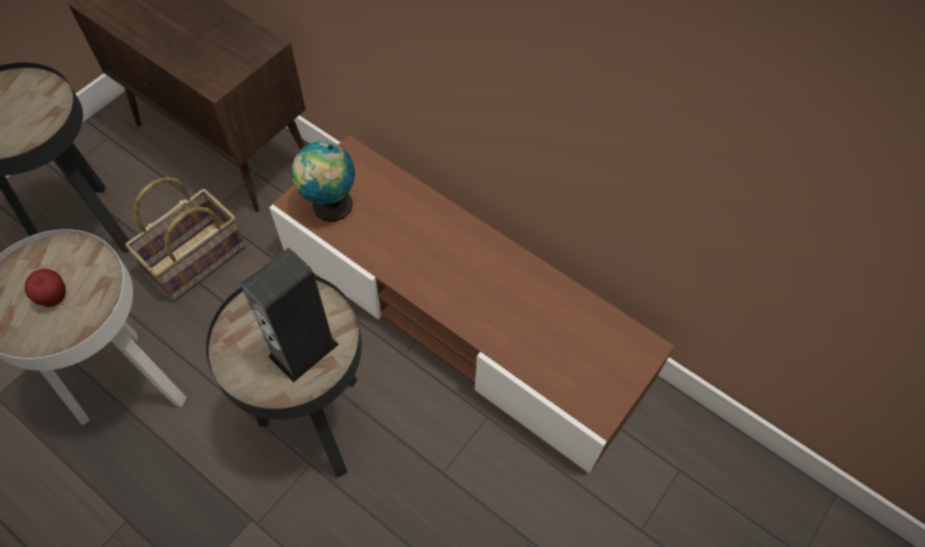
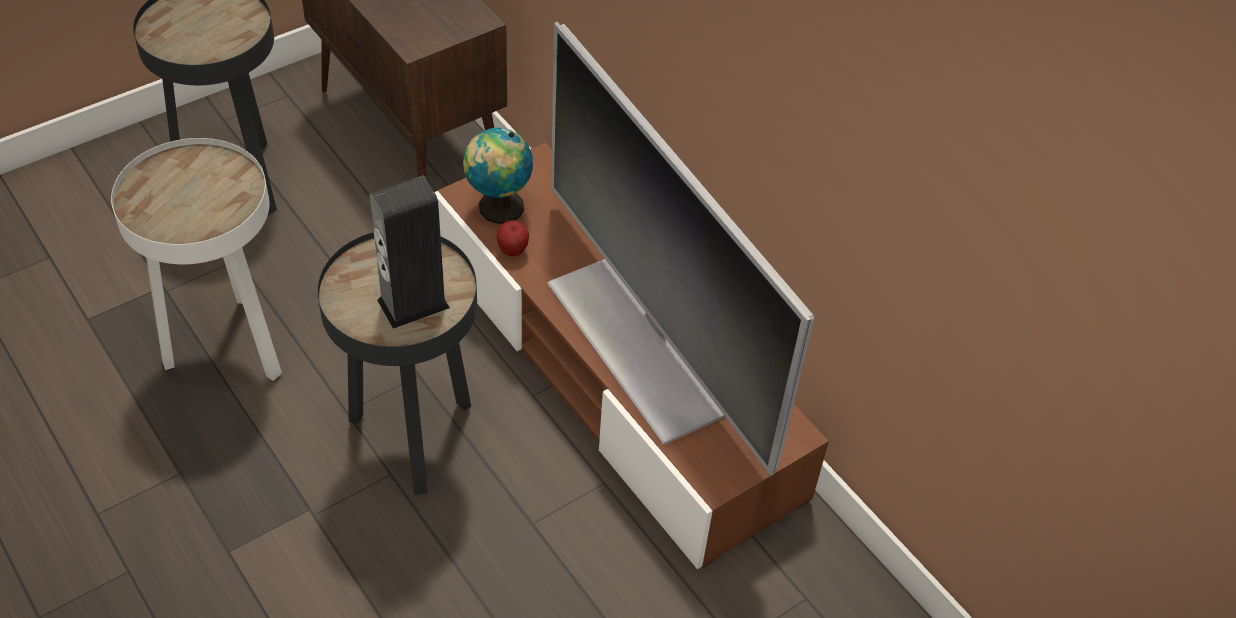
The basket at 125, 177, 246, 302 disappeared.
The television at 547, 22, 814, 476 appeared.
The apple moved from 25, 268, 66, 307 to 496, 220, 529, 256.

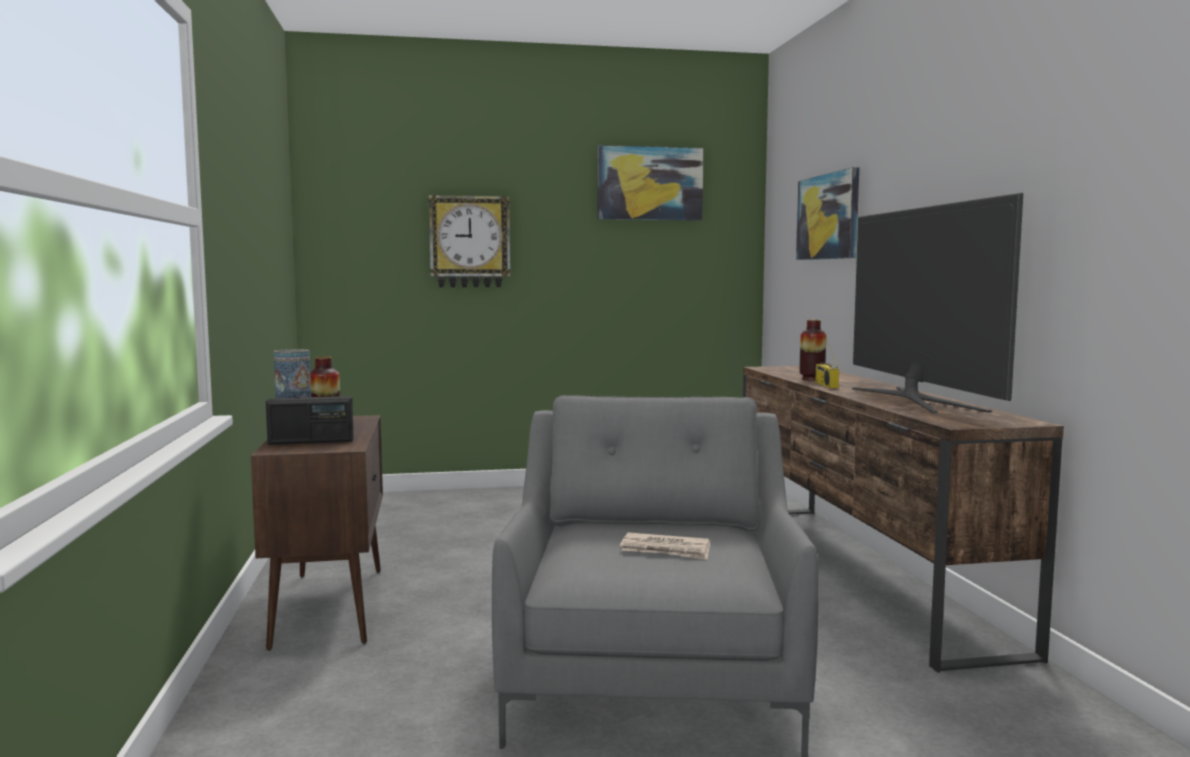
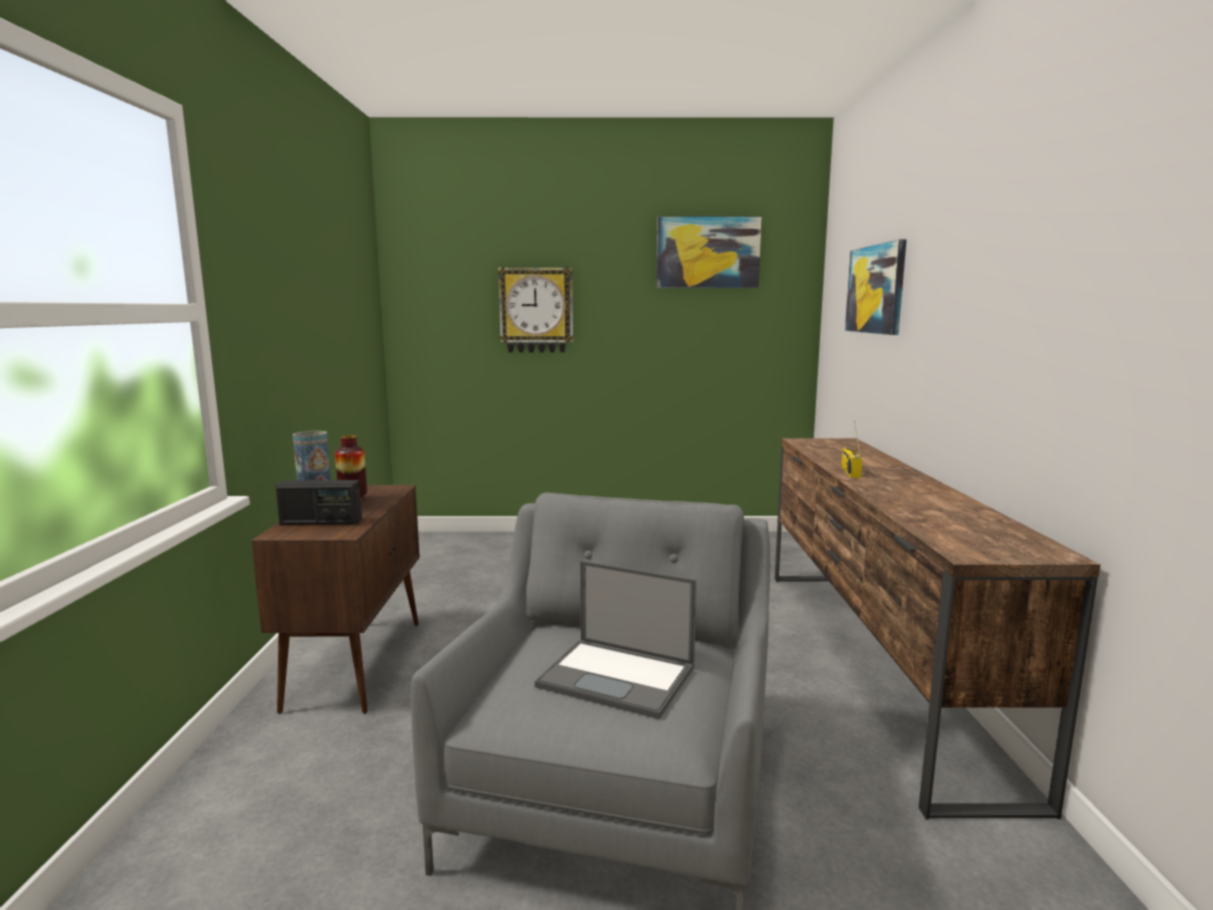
The vase at 799, 320, 826, 381 disappeared.
The television at 852, 193, 1024, 413 disappeared.
The newspaper at 620, 532, 710, 560 was replaced by the laptop at 535, 561, 697, 719.

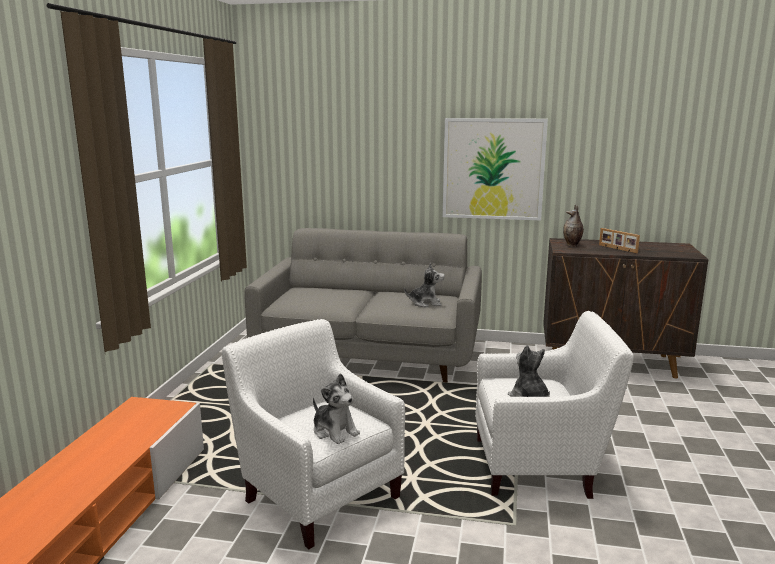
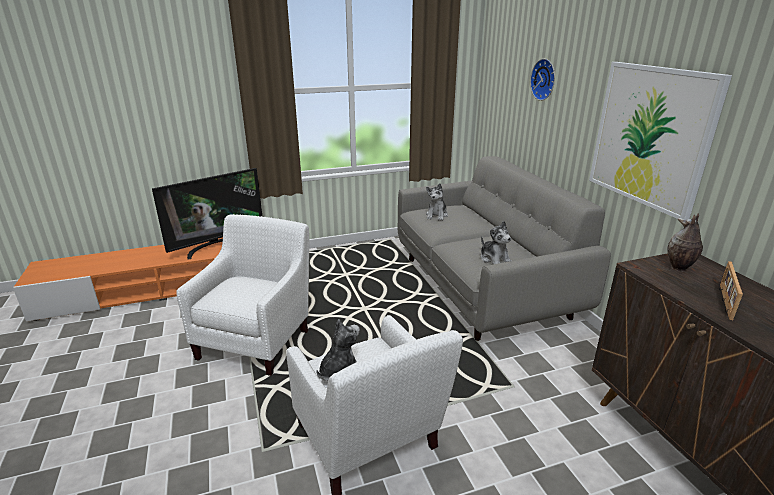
The television at 152, 168, 263, 260 appeared.
The wall clock at 530, 59, 555, 101 appeared.
The plush toy moved from 313, 373, 360, 444 to 426, 183, 448, 221.

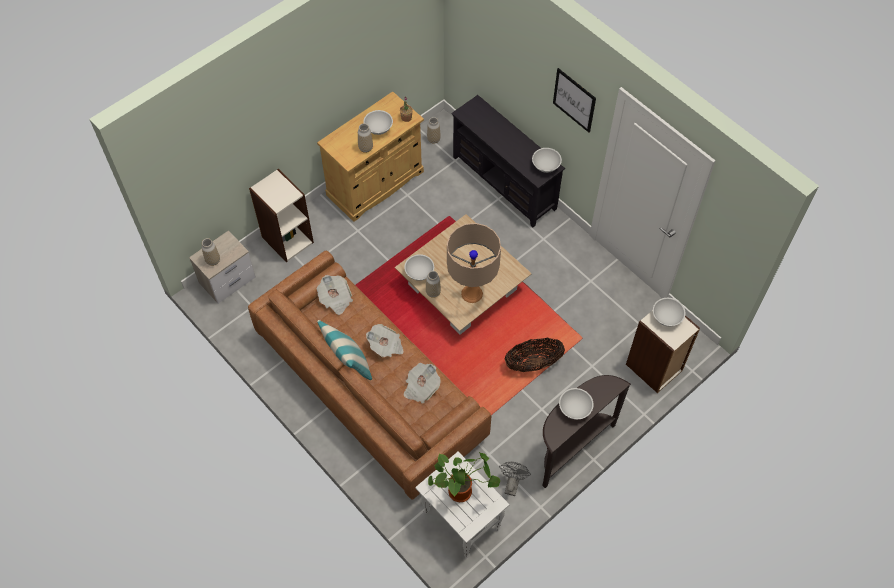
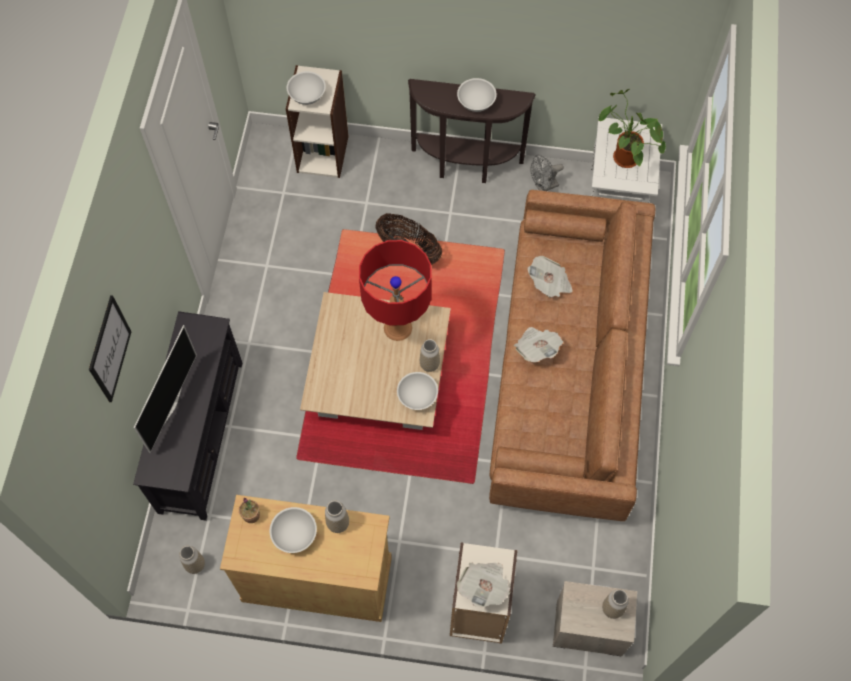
The pillow at 317, 320, 372, 380 disappeared.
The white bowl at 532, 148, 562, 173 disappeared.
The television at 134, 325, 197, 453 appeared.
The newspaper moved from 317, 275, 353, 315 to 457, 563, 510, 607.
The picture moved from 553, 68, 596, 133 to 89, 295, 132, 402.
The beige table lamp at 447, 223, 501, 303 became the red table lamp at 359, 240, 432, 341.

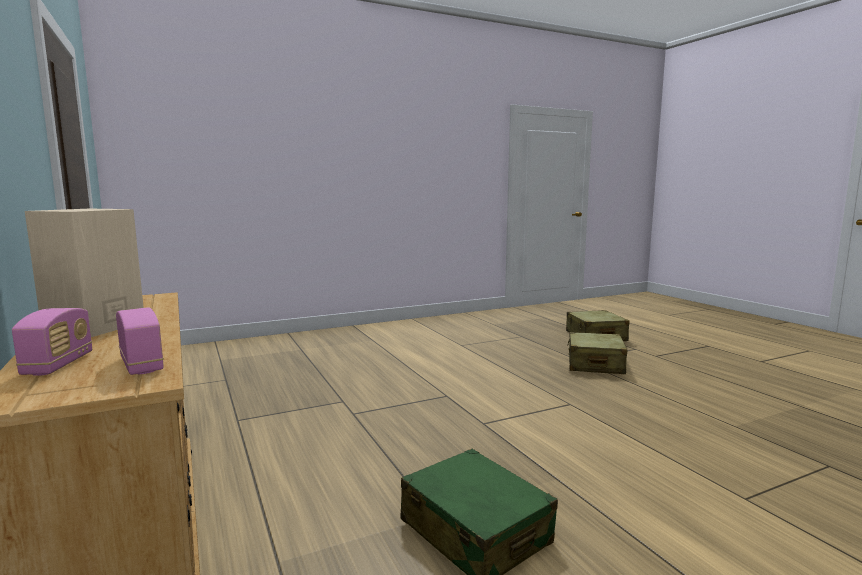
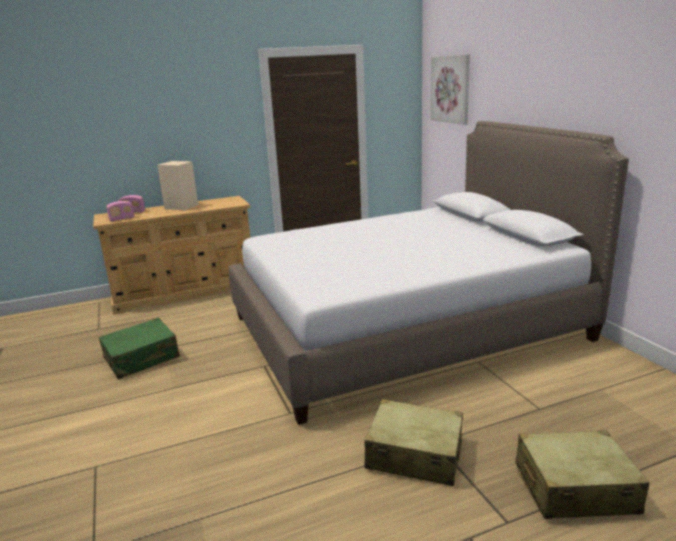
The bed at 228, 121, 629, 425 appeared.
The picture at 430, 54, 470, 125 appeared.

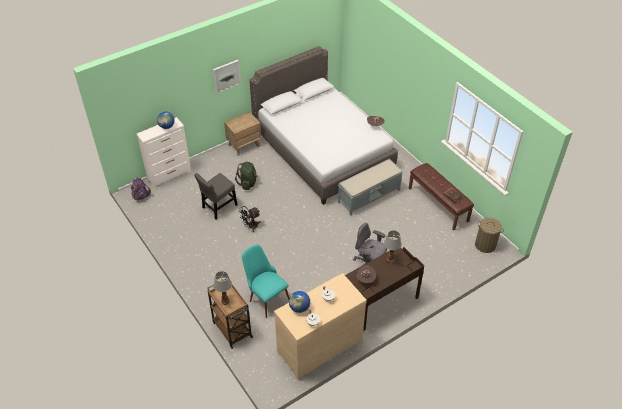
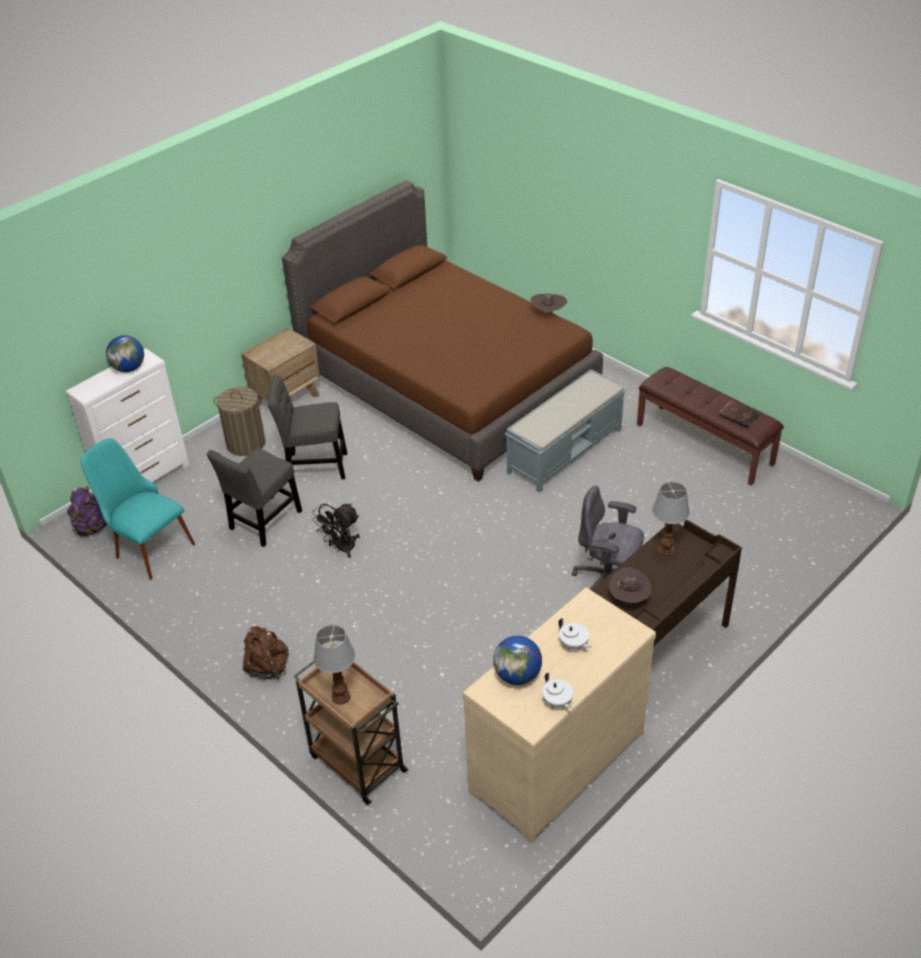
The picture at 213, 60, 241, 93 disappeared.
The brown backpack at 243, 626, 289, 679 appeared.
The turquoise chair moved from 242, 244, 289, 318 to 81, 438, 195, 580.
The laundry basket moved from 475, 217, 504, 253 to 214, 387, 266, 456.
The green backpack at 235, 162, 258, 190 was replaced by the grey chair at 268, 374, 347, 482.
The grey bed at 249, 46, 398, 205 became the brown bed at 282, 180, 603, 482.

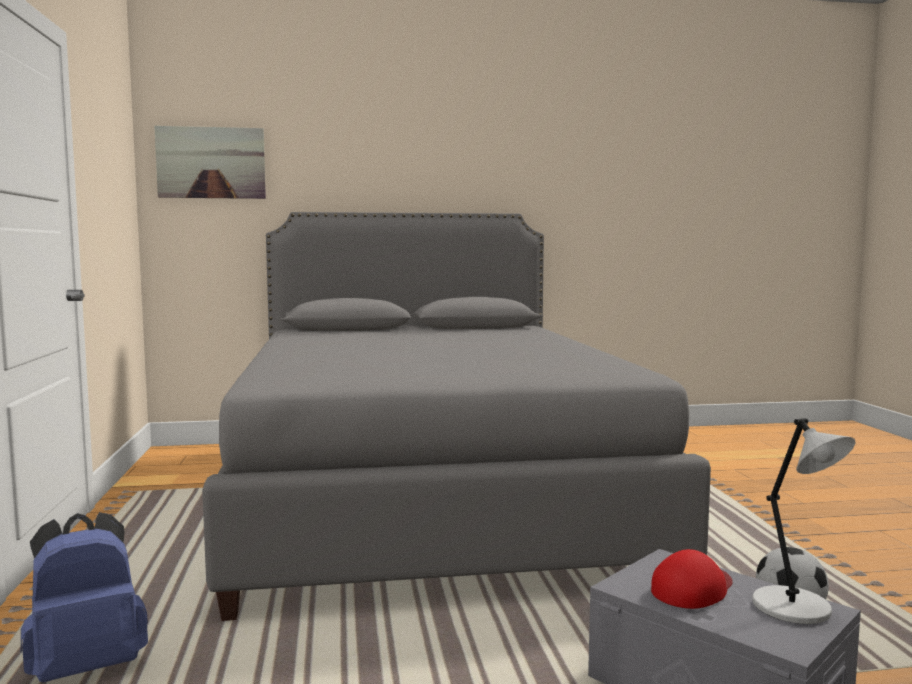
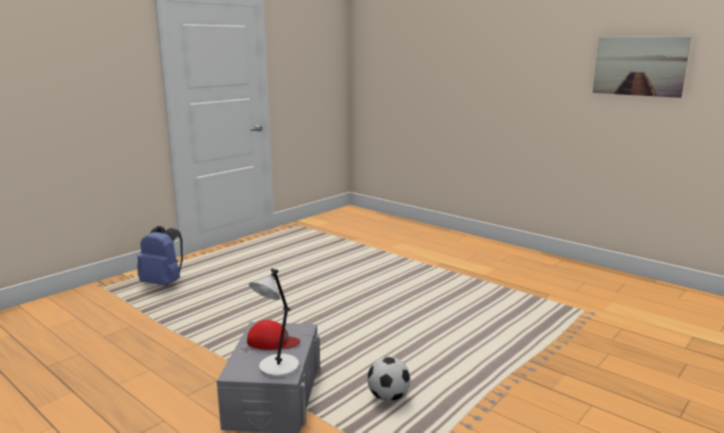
The grey bed at 202, 212, 711, 621 disappeared.
The picture moved from 154, 126, 266, 199 to 593, 37, 691, 98.

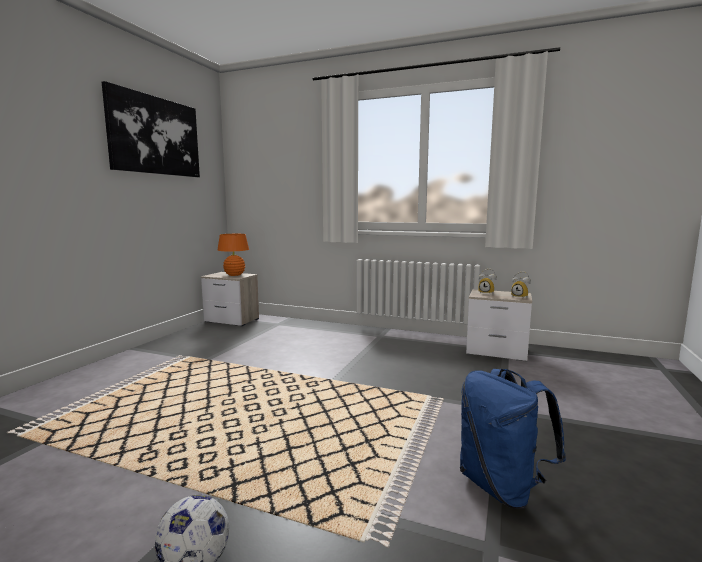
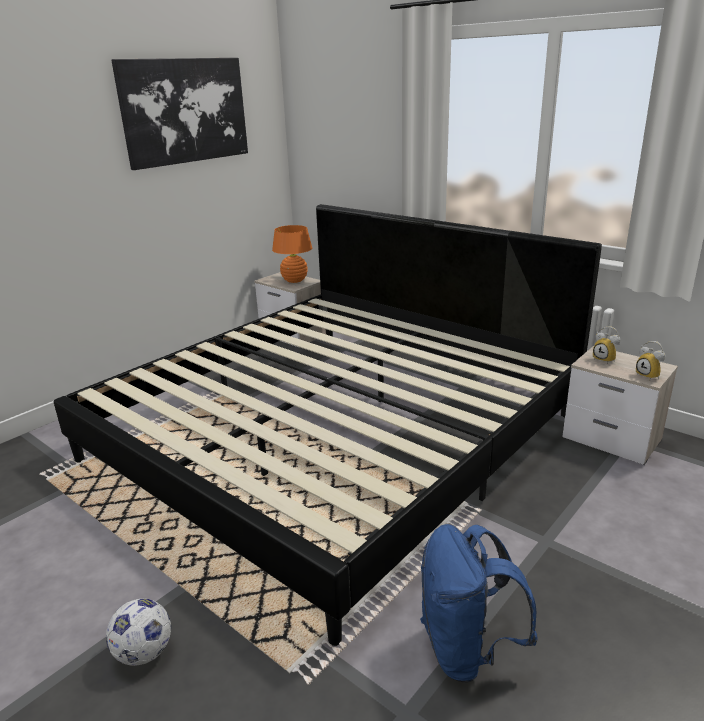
The bed at 54, 204, 602, 646 appeared.

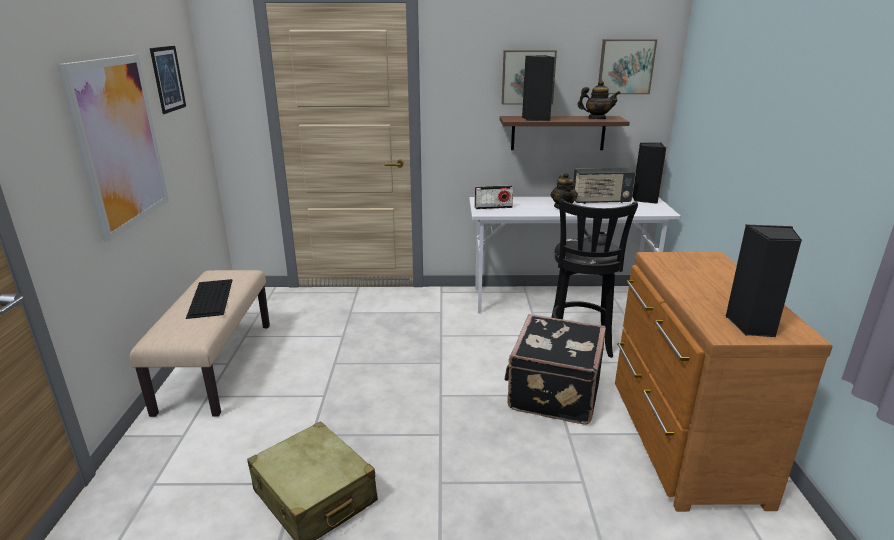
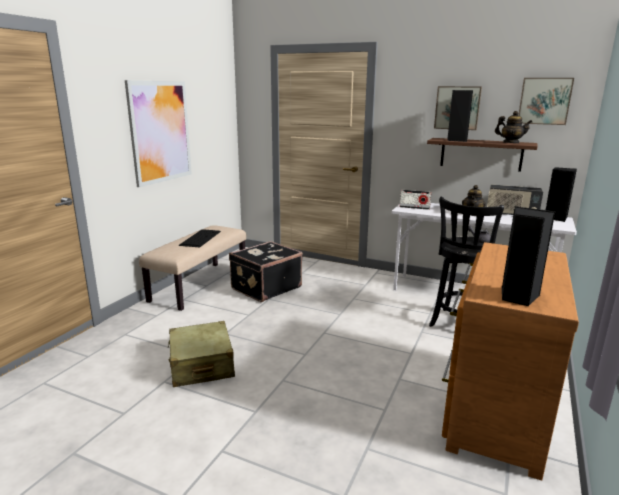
The picture at 150, 46, 186, 114 disappeared.
The black suitcase moved from 505, 314, 606, 425 to 229, 241, 303, 302.

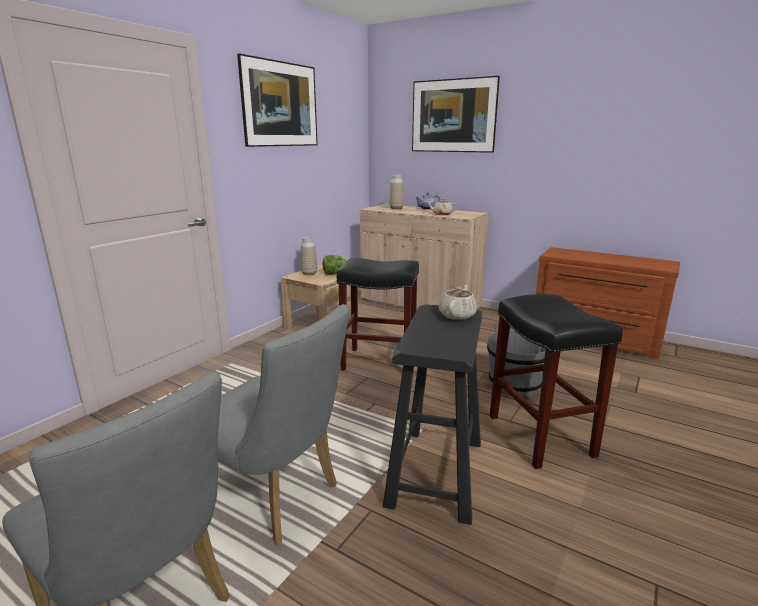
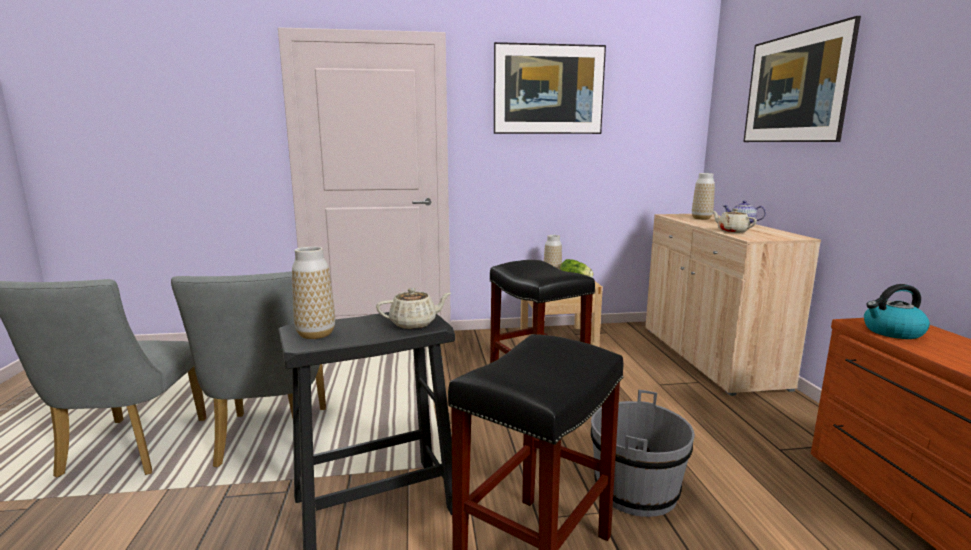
The vase at 292, 246, 335, 339 appeared.
The kettle at 864, 284, 930, 339 appeared.

